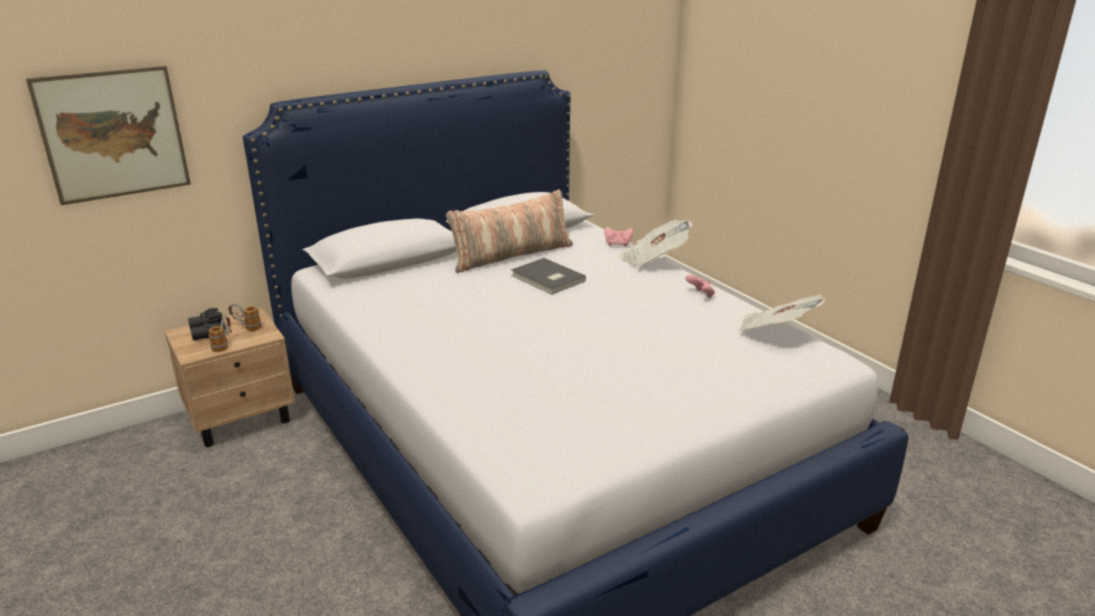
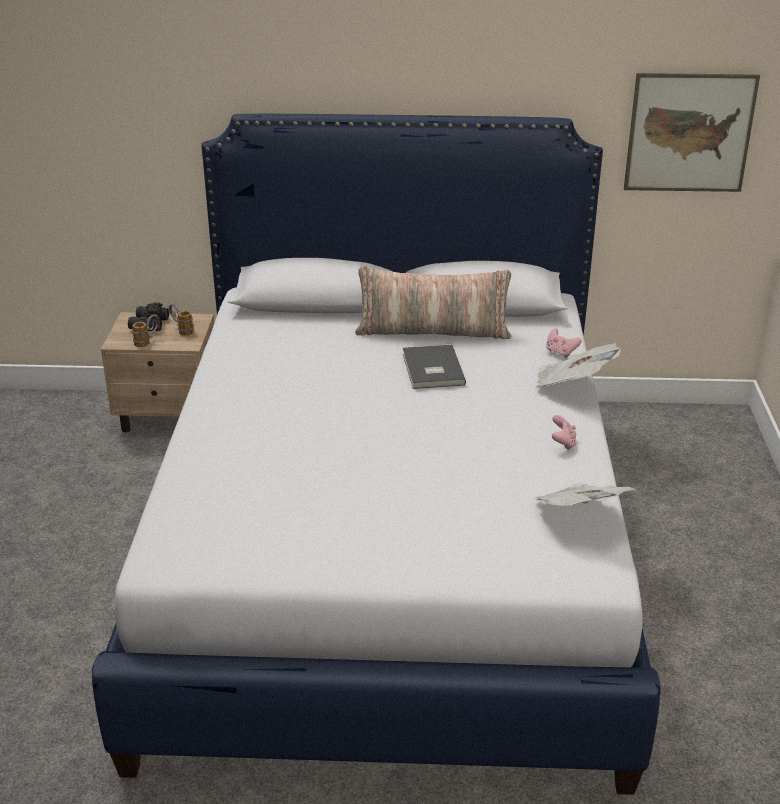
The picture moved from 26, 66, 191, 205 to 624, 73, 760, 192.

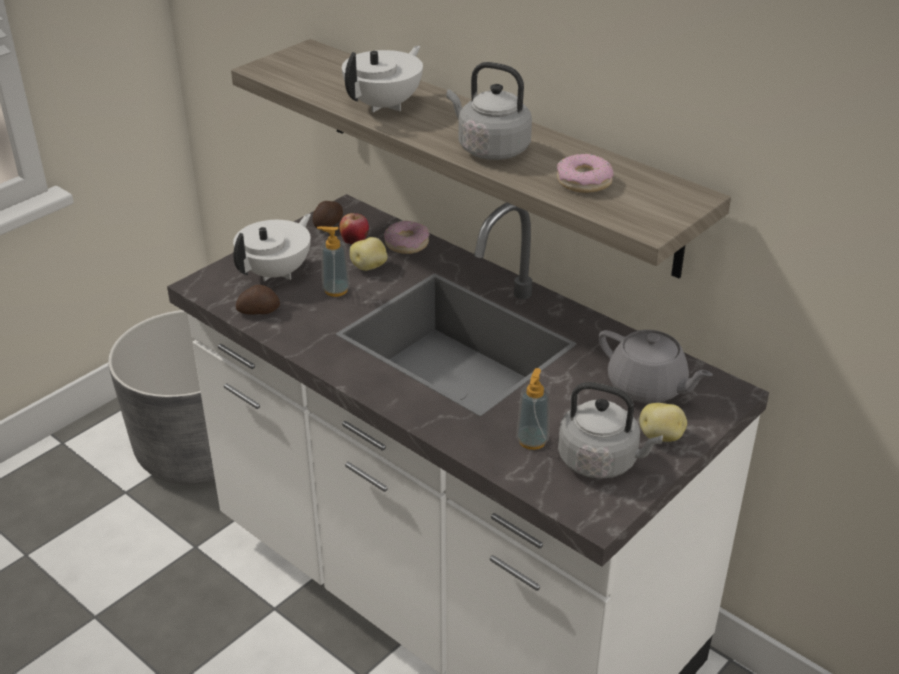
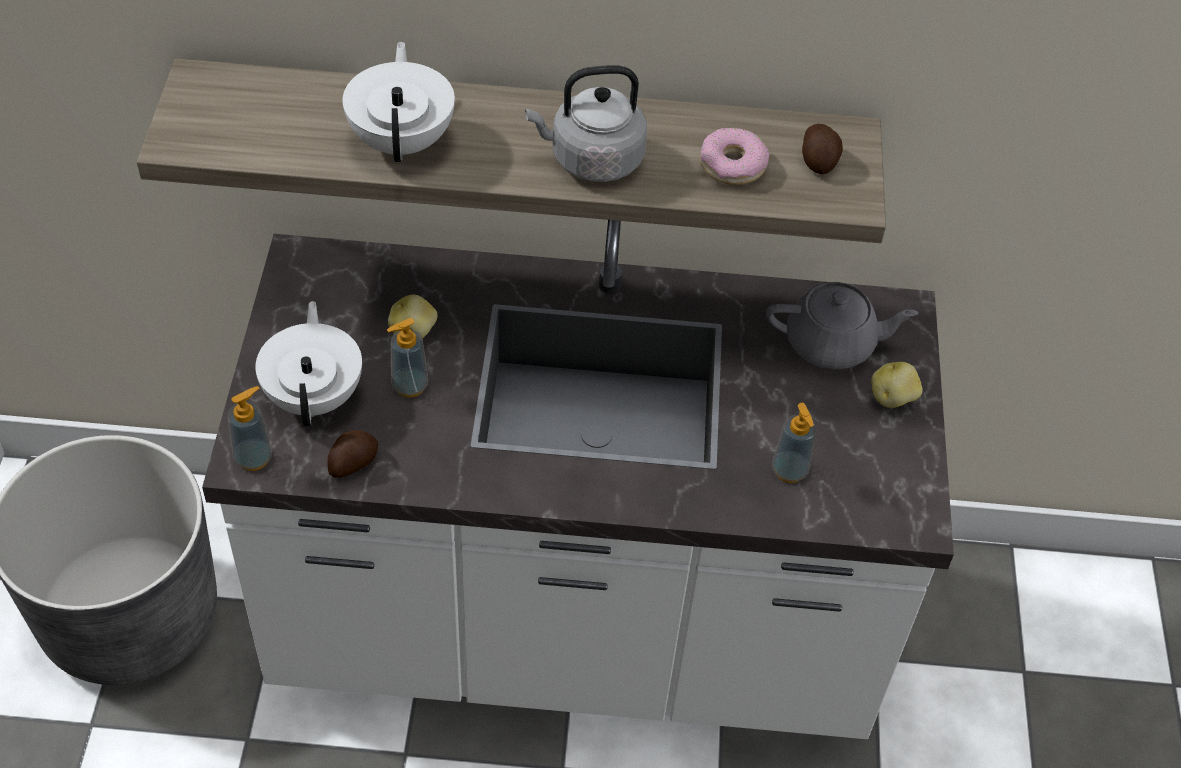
The apple at 339, 213, 369, 244 disappeared.
The donut at 384, 221, 430, 254 disappeared.
The grey kettle at 558, 382, 663, 479 disappeared.
The soap dispenser at 227, 386, 272, 471 appeared.
The potato moved from 313, 201, 343, 228 to 802, 124, 843, 175.

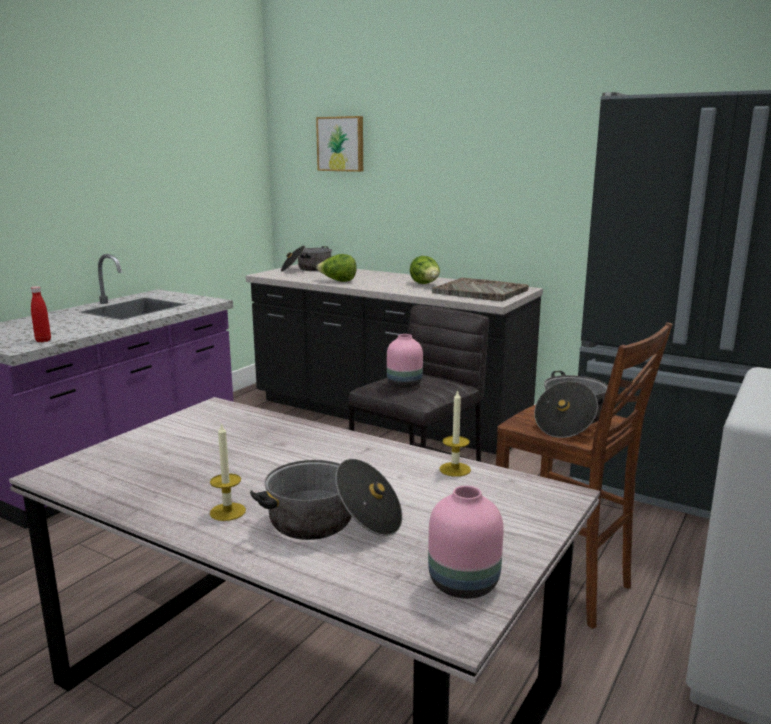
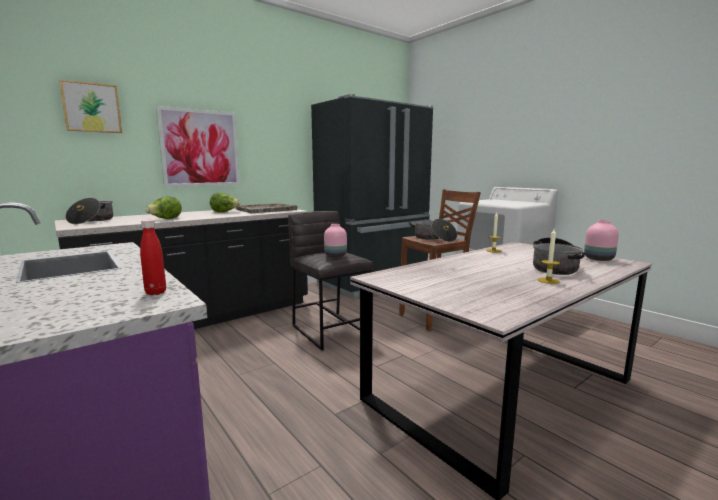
The picture at 156, 106, 240, 187 appeared.

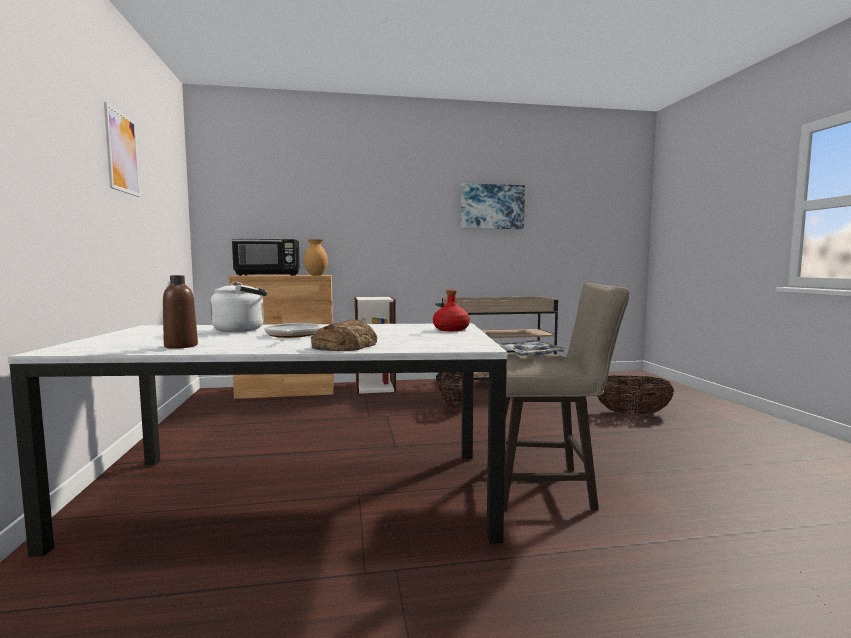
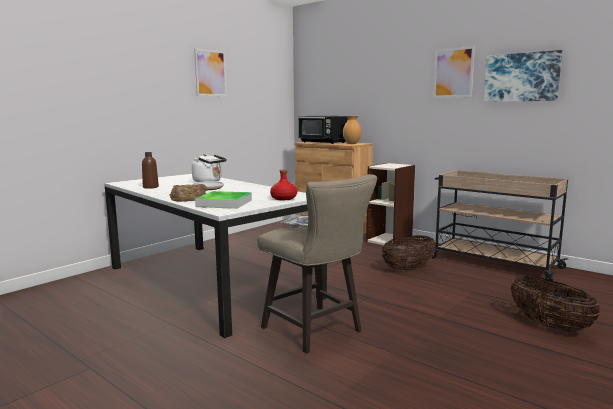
The tray at 195, 191, 252, 209 appeared.
The picture at 433, 46, 475, 98 appeared.

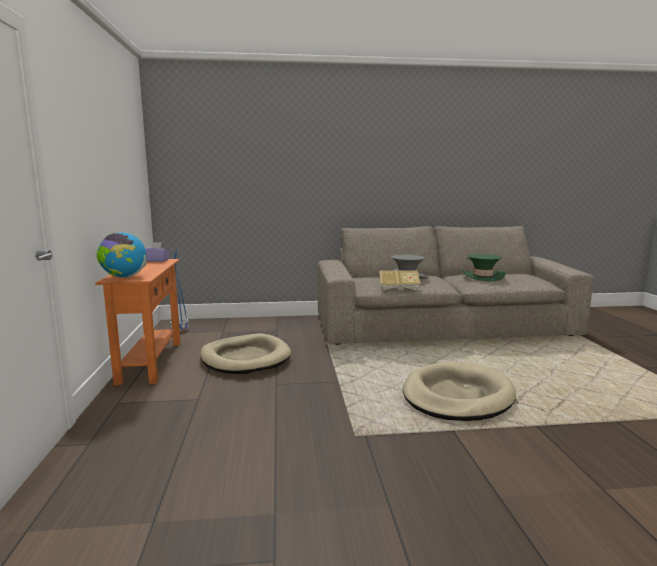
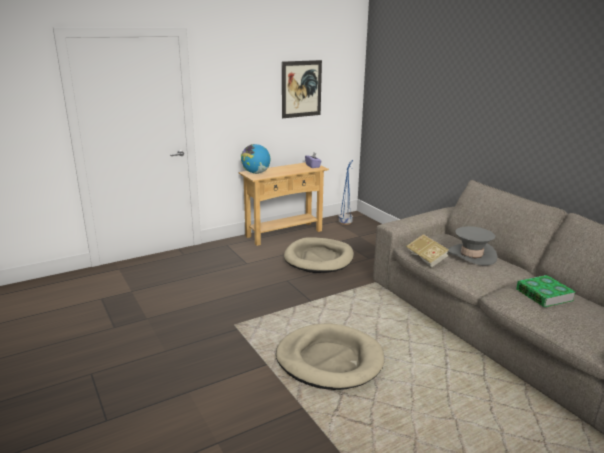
The picture at 282, 60, 322, 118 appeared.
The green hat at 461, 254, 506, 282 was replaced by the book at 516, 275, 576, 308.
The orange console table at 95, 259, 180, 386 became the beige console table at 238, 162, 329, 246.

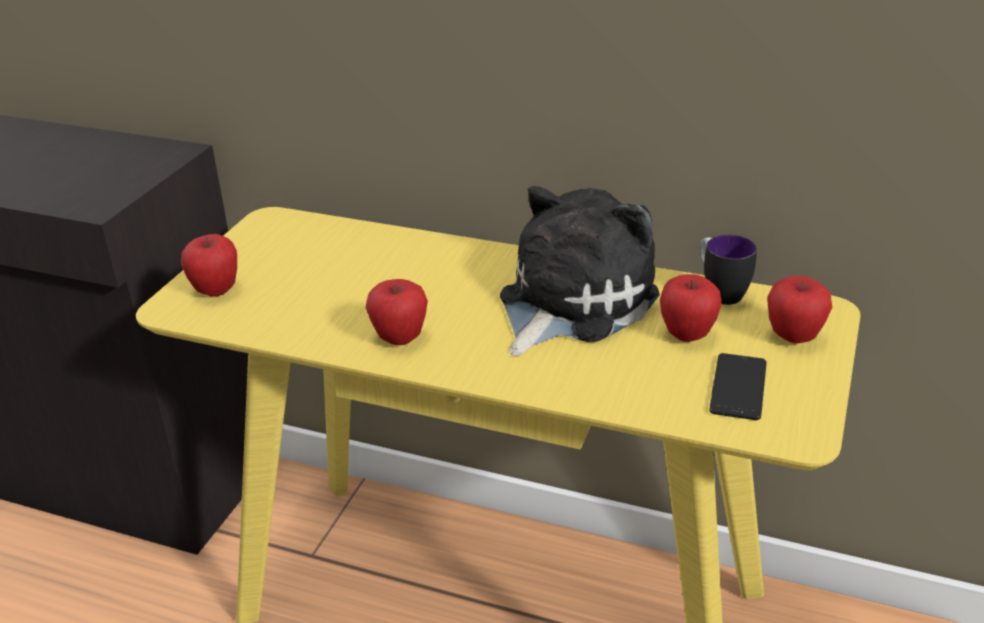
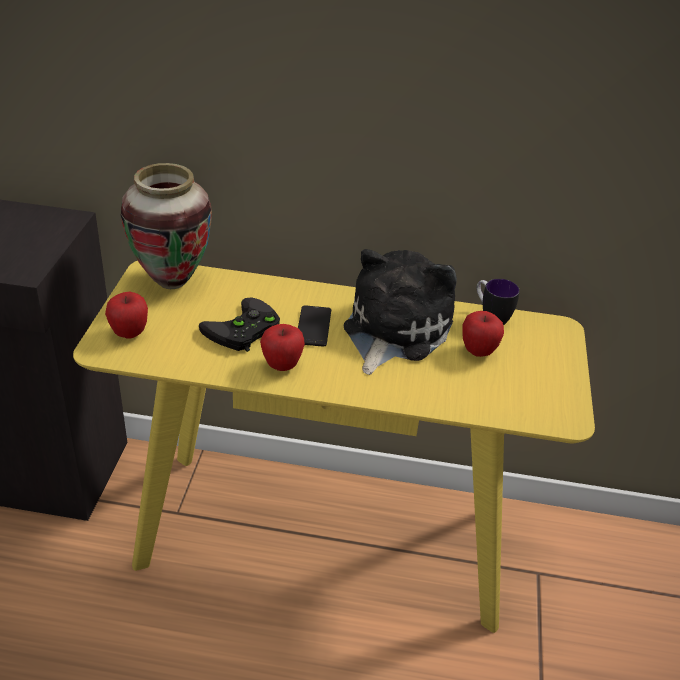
The apple at 767, 276, 832, 343 disappeared.
The vase at 121, 163, 212, 289 appeared.
The black game controller at 199, 297, 280, 352 appeared.
The phone moved from 709, 353, 767, 420 to 298, 305, 331, 347.

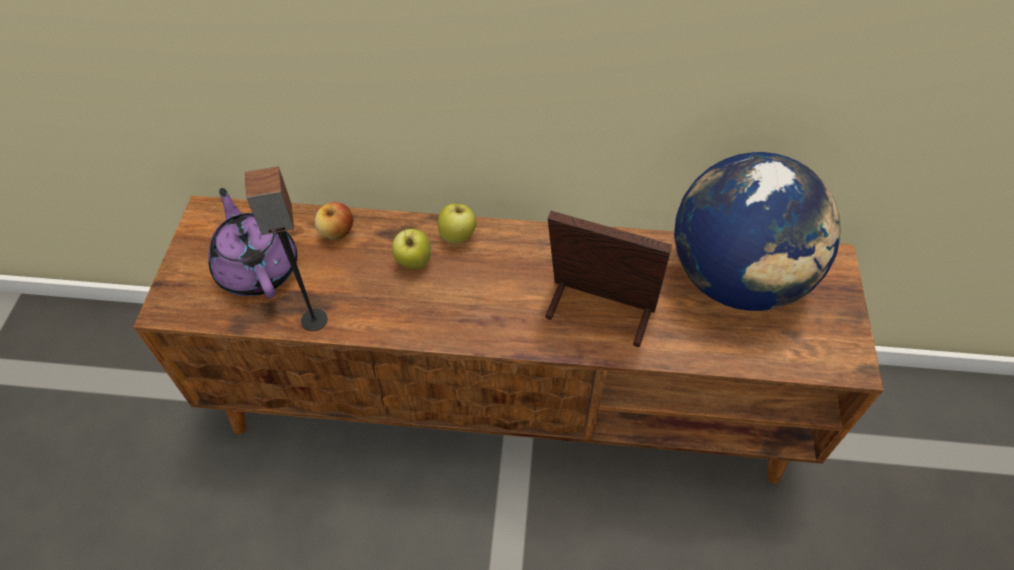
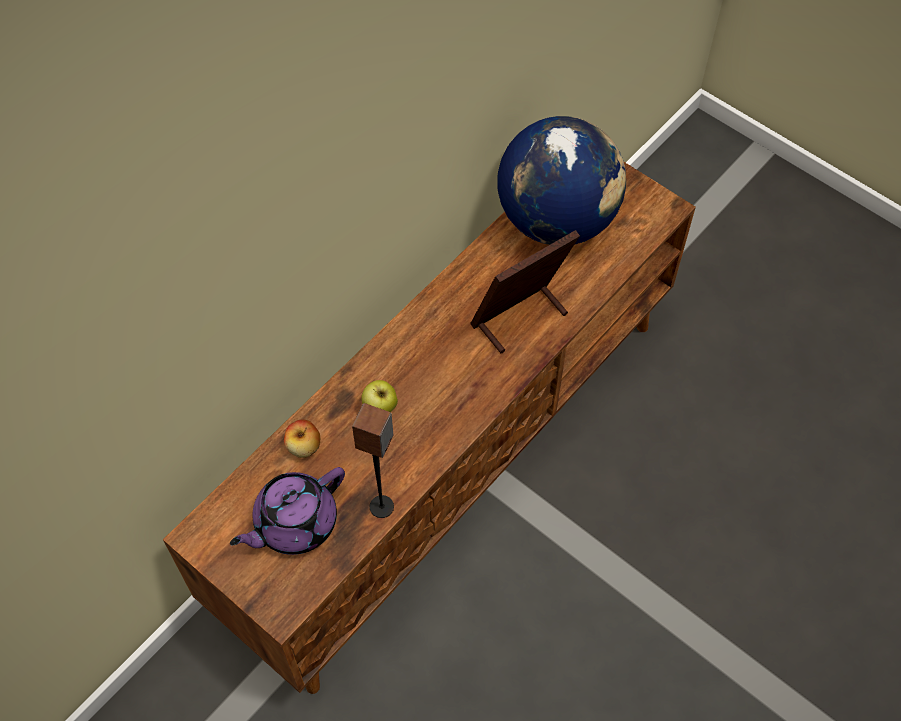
The apple at 438, 204, 476, 244 disappeared.
The purple teapot at 208, 188, 297, 298 turned 45 degrees counterclockwise.

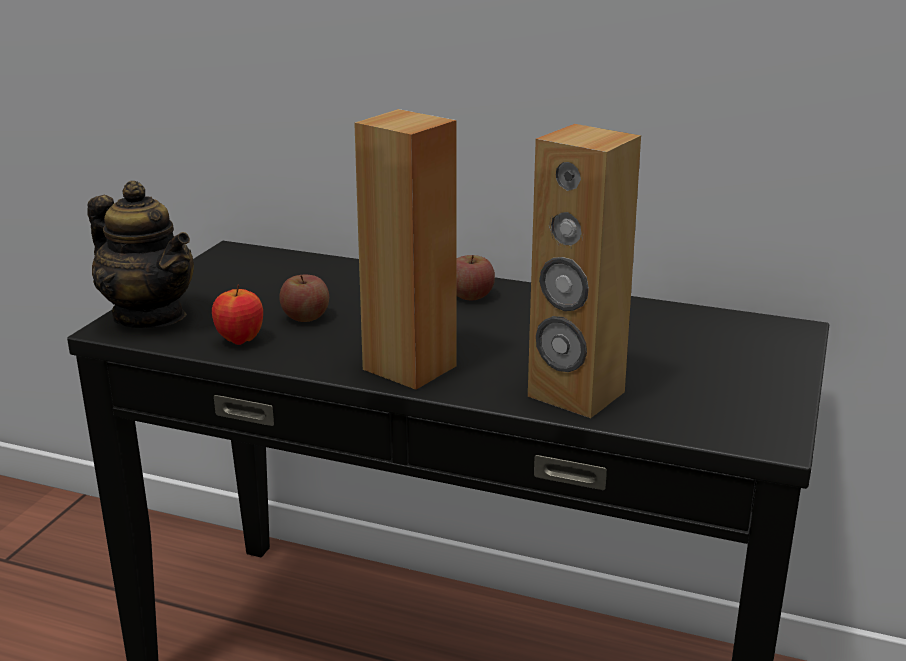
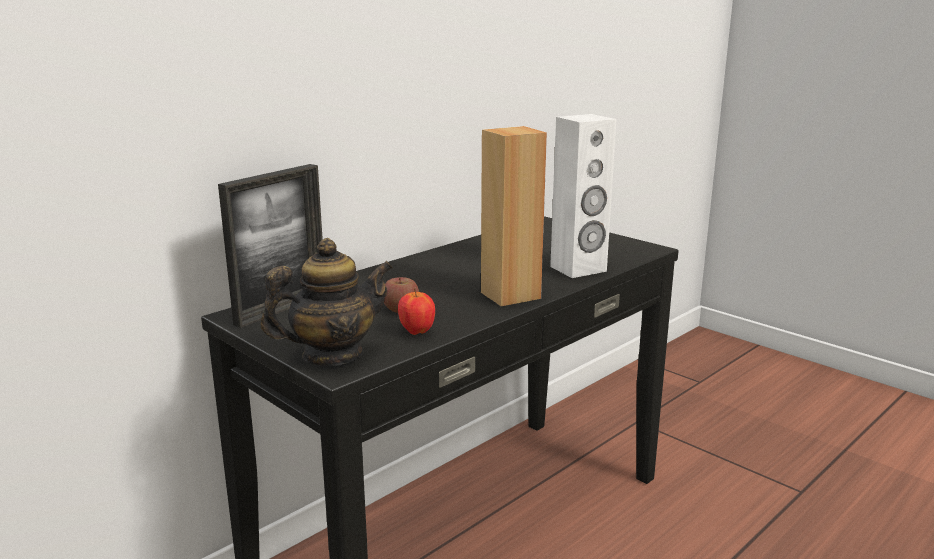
The apple at 457, 255, 495, 300 disappeared.
The picture frame at 218, 164, 323, 328 appeared.
The brown speaker at 528, 124, 641, 418 became the white speaker at 550, 114, 616, 278.

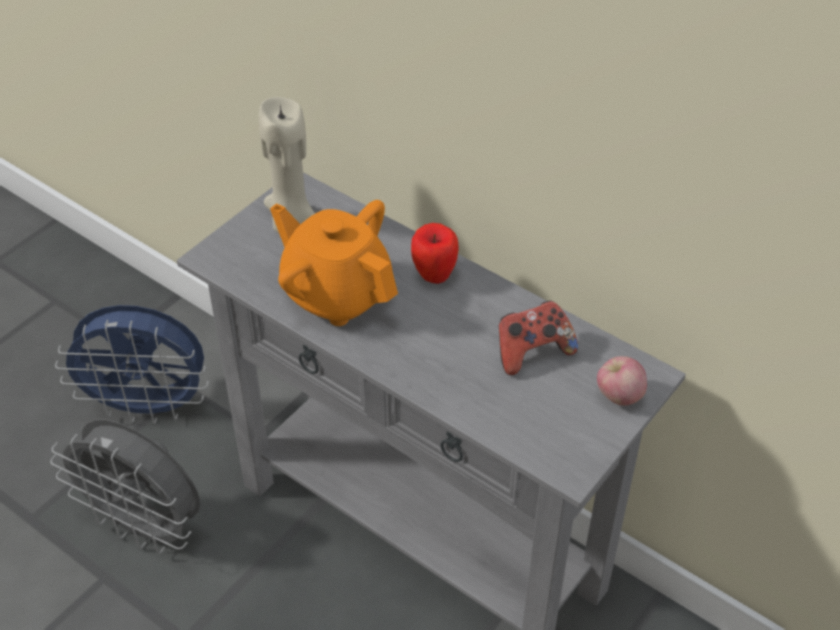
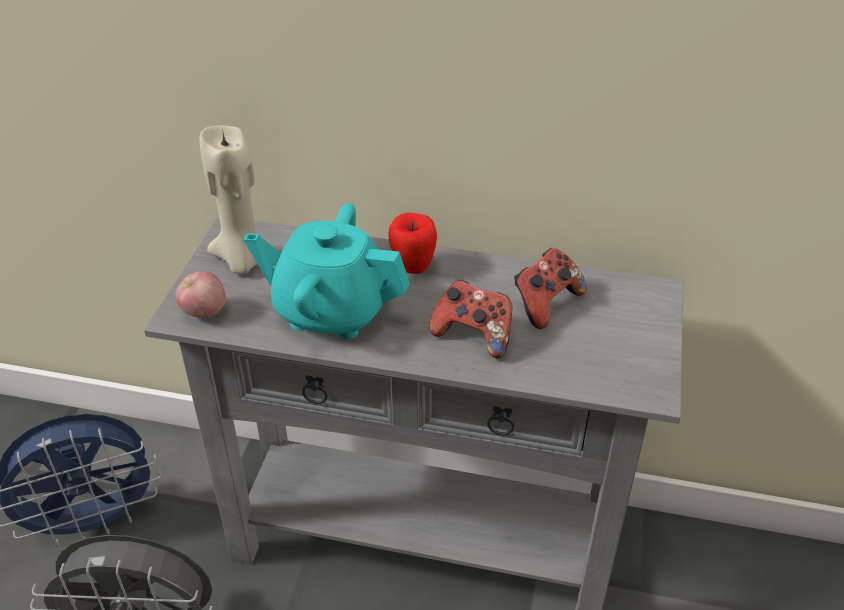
The game controller at 429, 280, 512, 359 appeared.
The apple moved from 597, 356, 647, 406 to 175, 271, 226, 318.
The orange teapot at 270, 200, 398, 326 became the turquoise teapot at 244, 203, 410, 339.

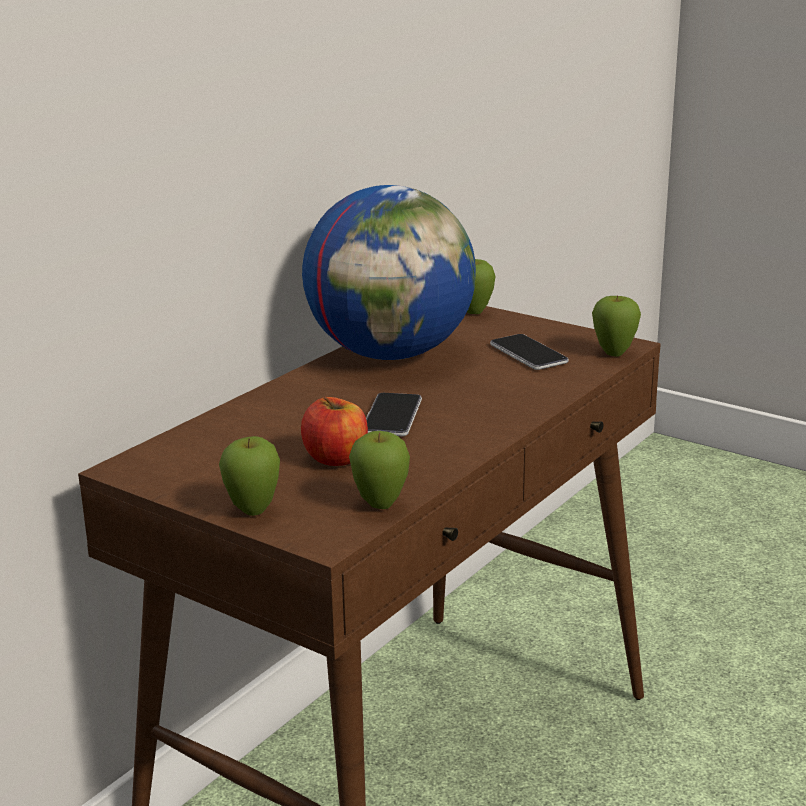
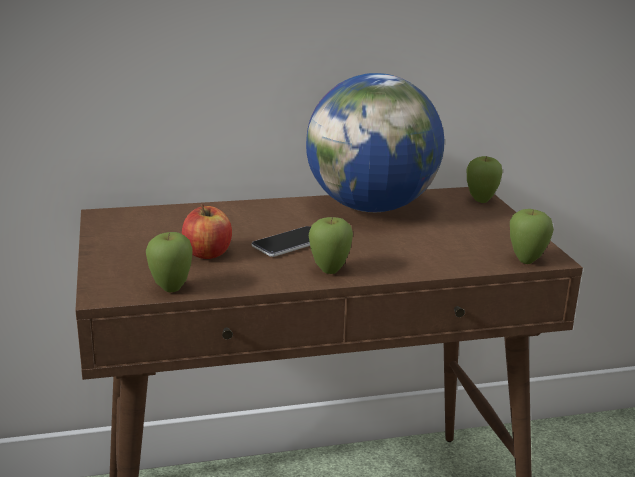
The phone at 490, 334, 569, 370 disappeared.
The apple moved from 219, 436, 280, 516 to 309, 217, 353, 274.

